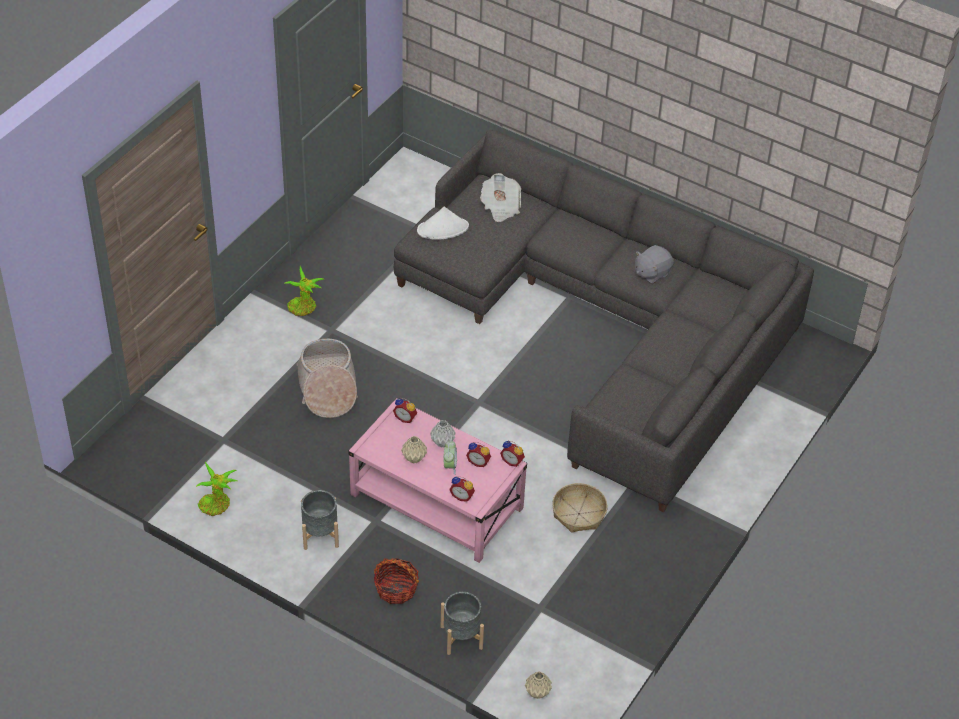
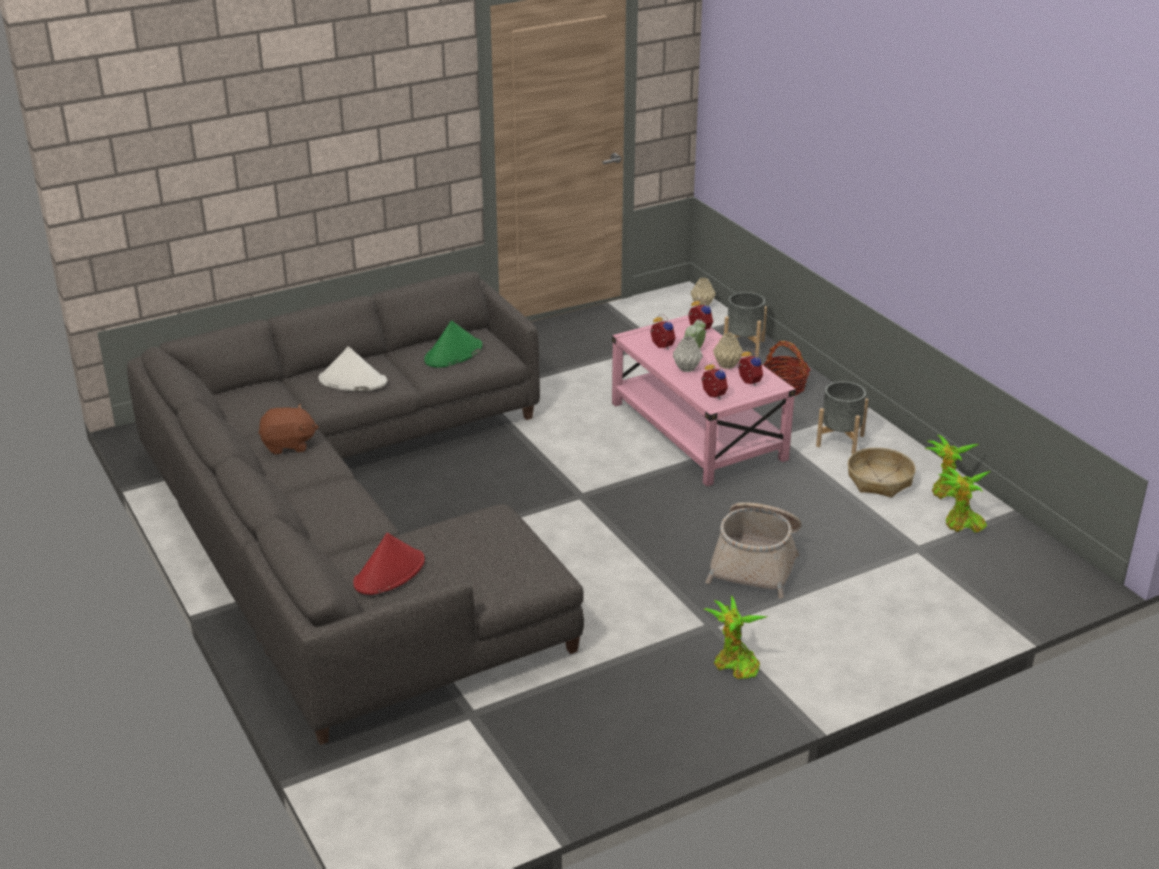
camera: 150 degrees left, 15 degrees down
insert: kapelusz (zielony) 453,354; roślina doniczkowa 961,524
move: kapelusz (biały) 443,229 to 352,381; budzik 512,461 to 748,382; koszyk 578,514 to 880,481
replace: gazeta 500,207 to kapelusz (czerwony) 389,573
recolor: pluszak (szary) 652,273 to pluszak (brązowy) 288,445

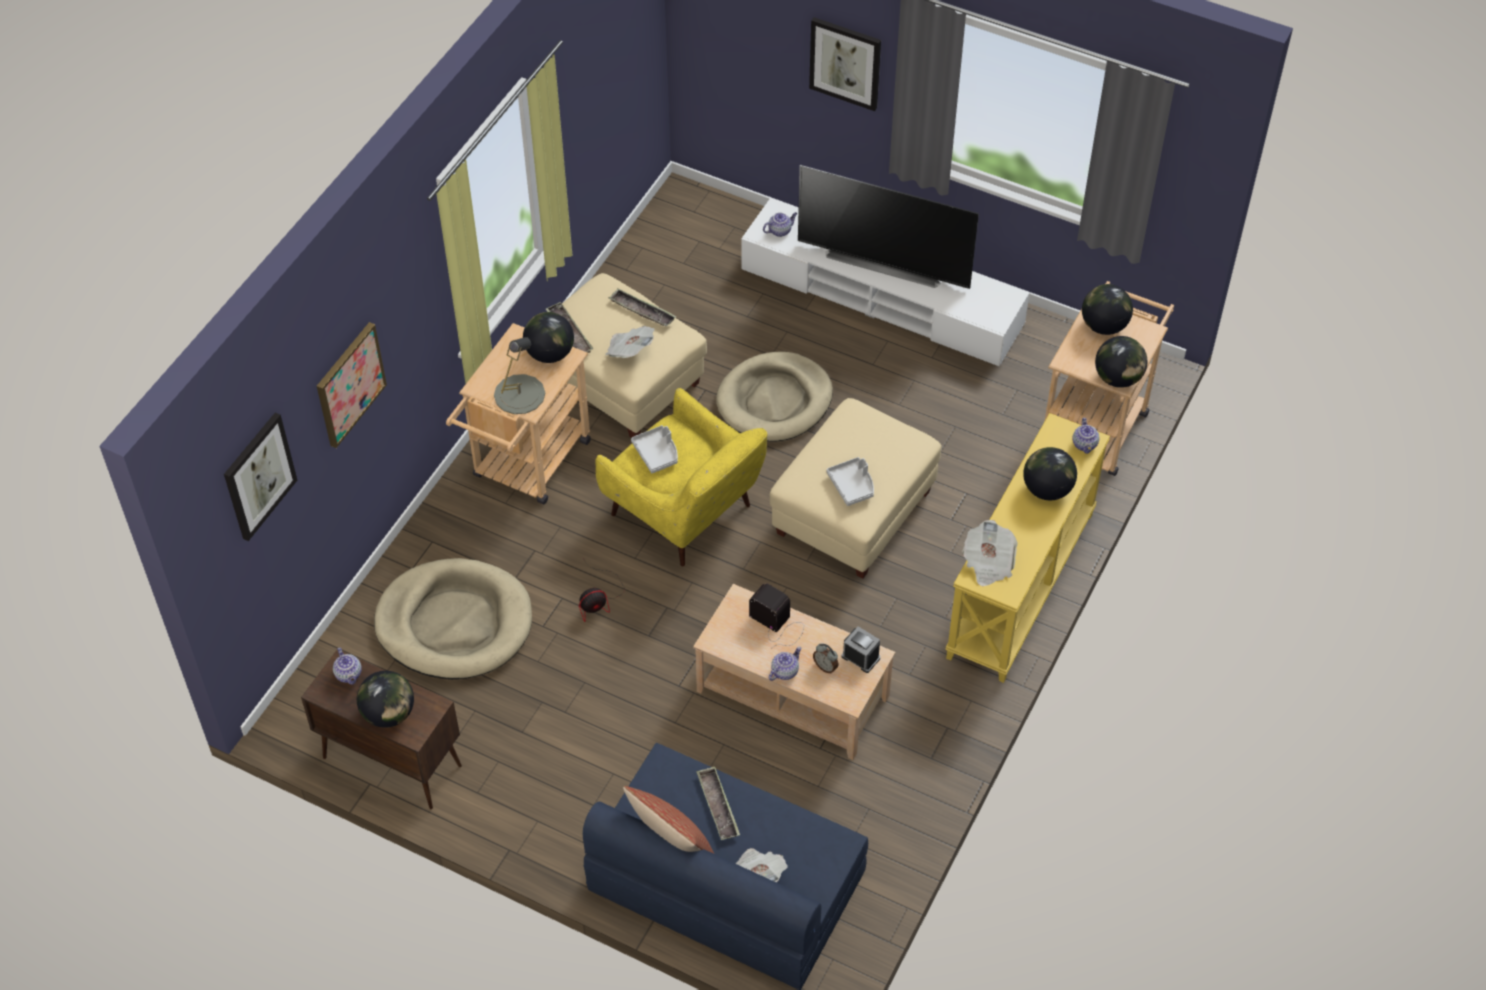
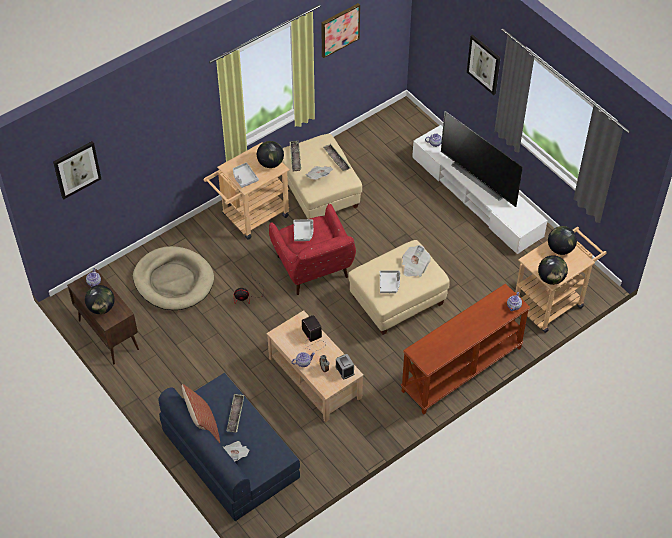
camera: 25 degrees right, 0 degrees up
delete: legowisko (beżowy) 774,401; globus 1047,489
move: obraz 349,384 to 339,29; gazeta 988,563 to 414,266
replace: lampa stołowa (szary) 519,394 to taca (szary) 244,178
recolor: fotel (żółty) 686,515 to fotel (czerwony) 313,270; stolik konsolowy (żółty) 1022,586 to stolik konsolowy (brązowy) 462,370

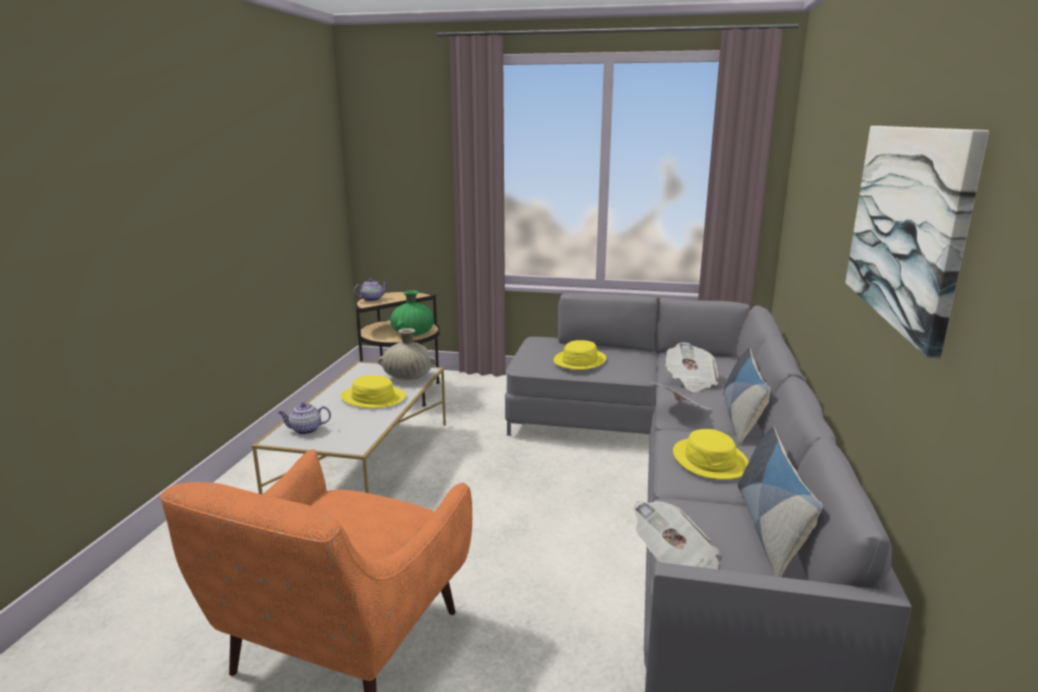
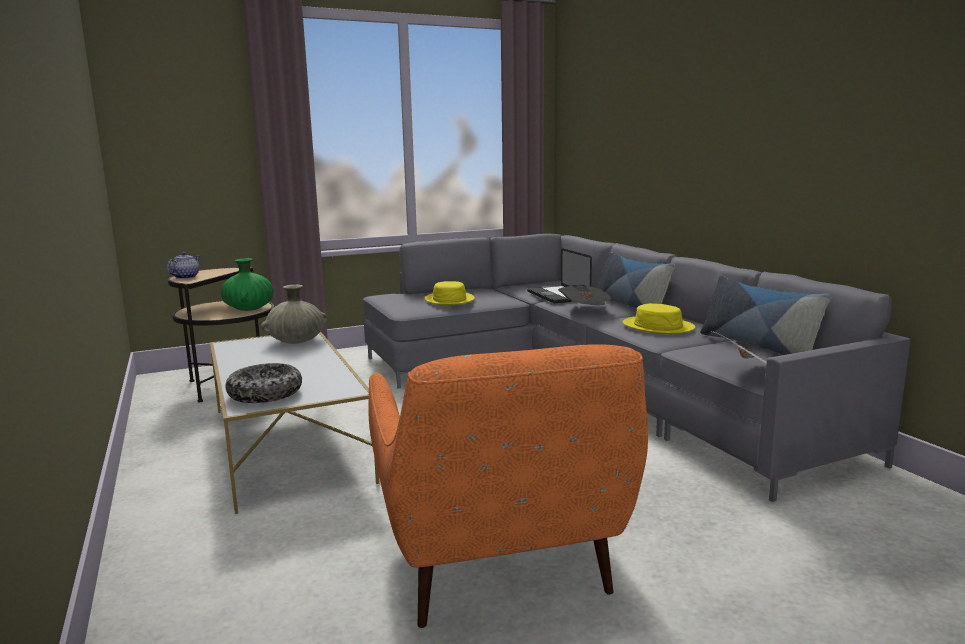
camera: 35 degrees left, 5 degrees down
delete: kapelusz (żółty) 373,398; obraz 906,225
replace: imbryk 305,430 to miska 265,394; gazeta 690,381 to laptop 558,296

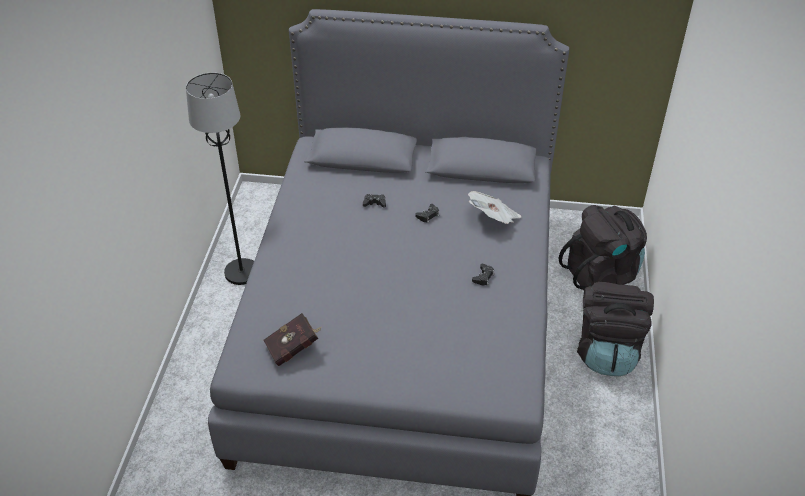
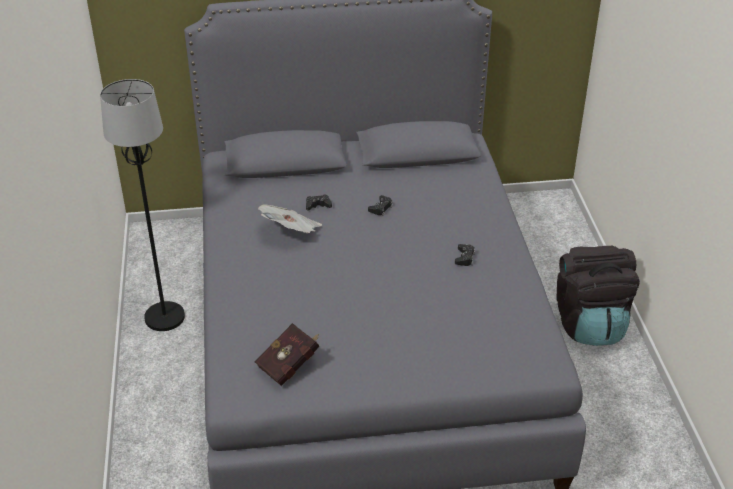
camera: 15 degrees left, 5 degrees down
delete: plecak (czarny) 601,273
move: gazeta 493,218 to 291,231

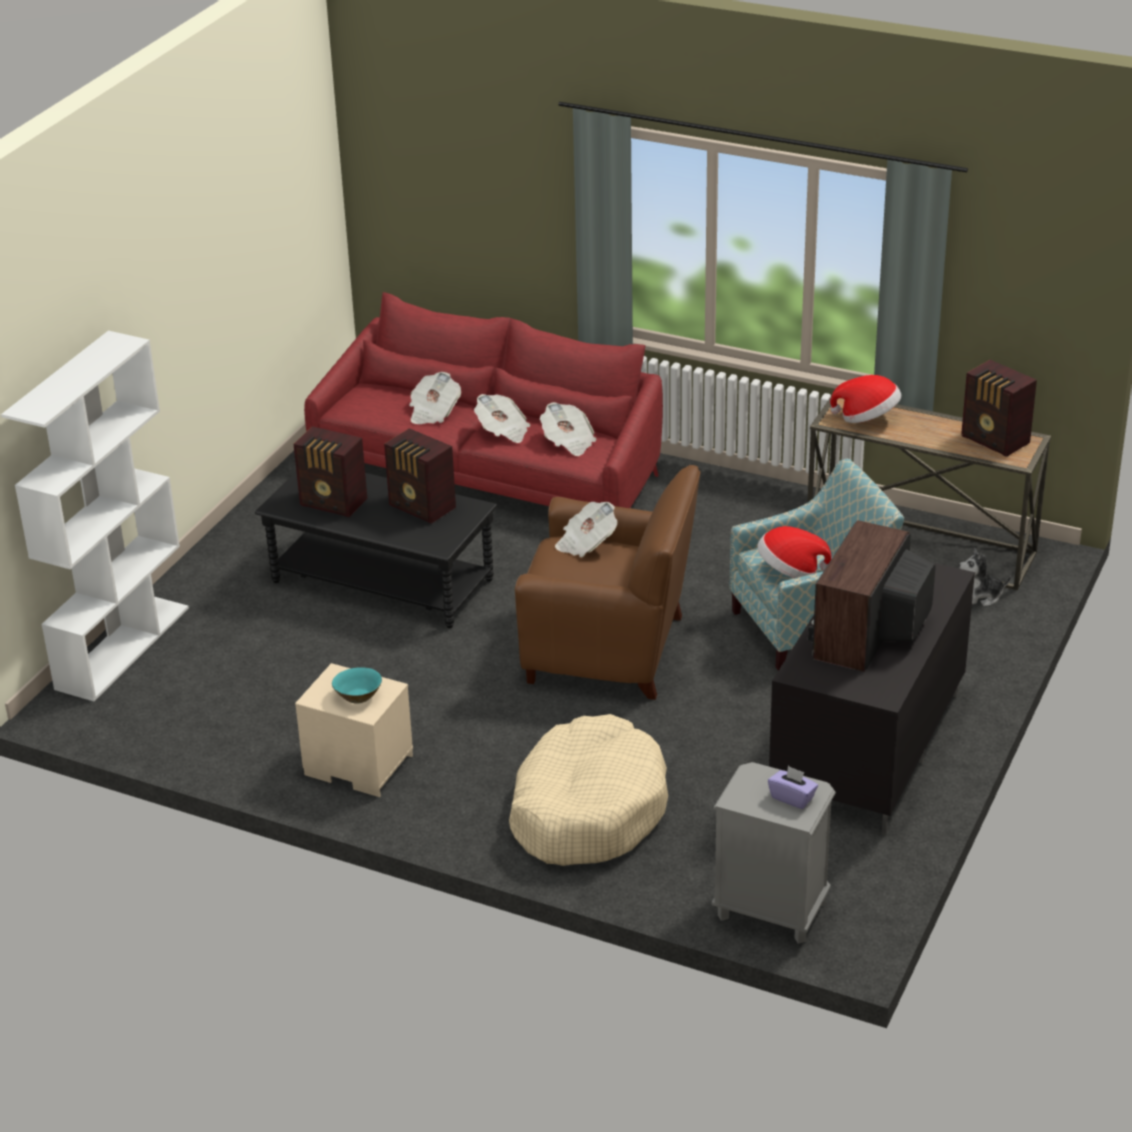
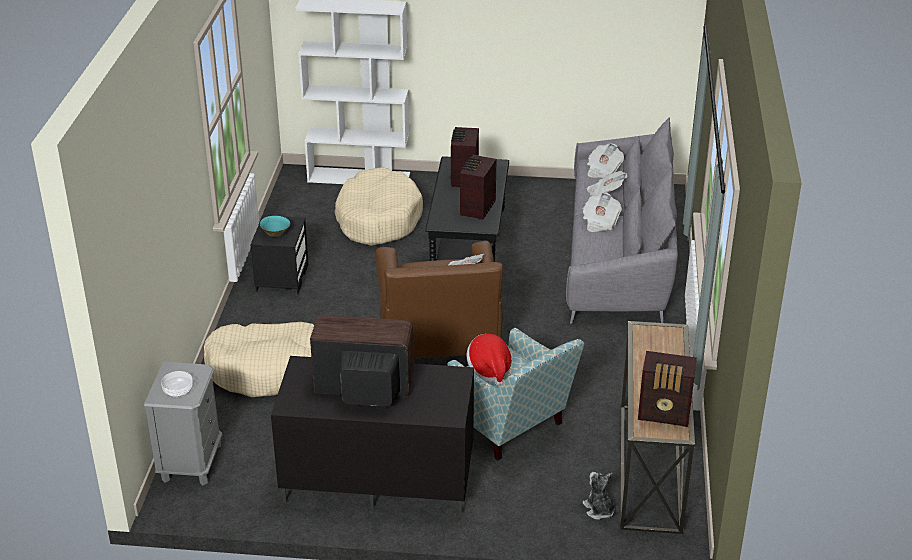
camera: 70 degrees right, 0 degrees up
delete: kapelusz 867,418
insert: legowisko (beżowy) 378,219
move: gazeta 568,442 to 603,170
replace: pudełko chusteczek (fioletowy) 792,798 to miska 178,390
recolor: szafka nocna (beżowy) 357,766 to szafka nocna (czarny) 281,277; kanapa (czerwony) 490,471 to kanapa (szary) 619,254
rotate: radio 995,441 = 665,414 105 degrees counterclockwise

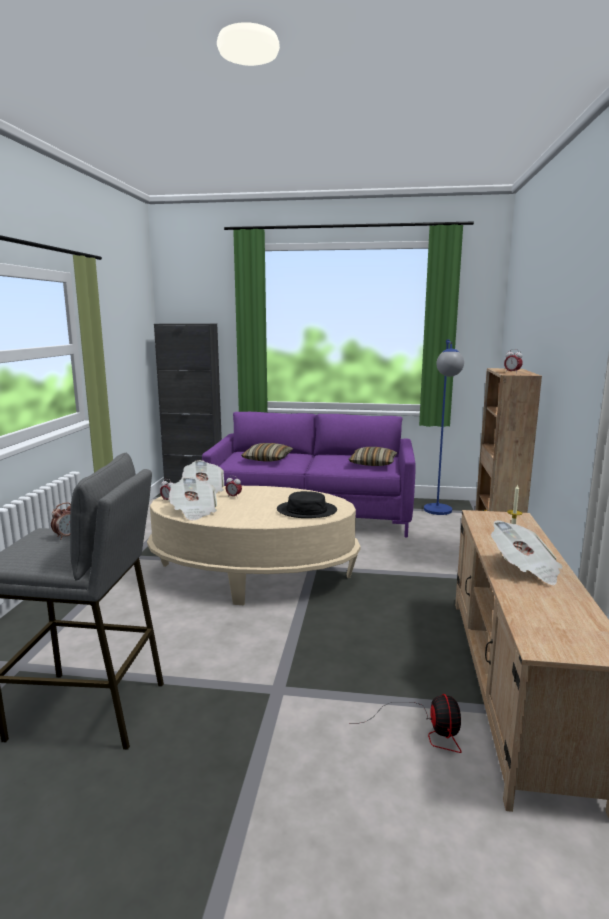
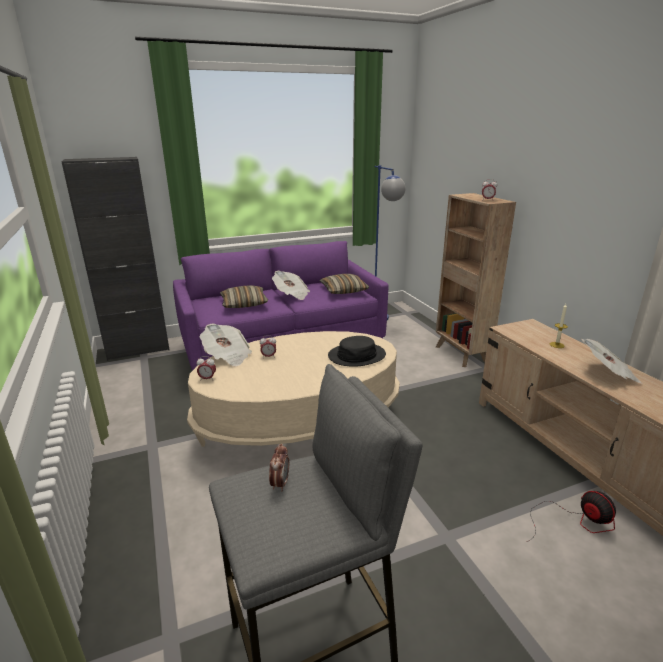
camera: 30 degrees left, 10 degrees up
move: gazeta 194,511 to 291,294

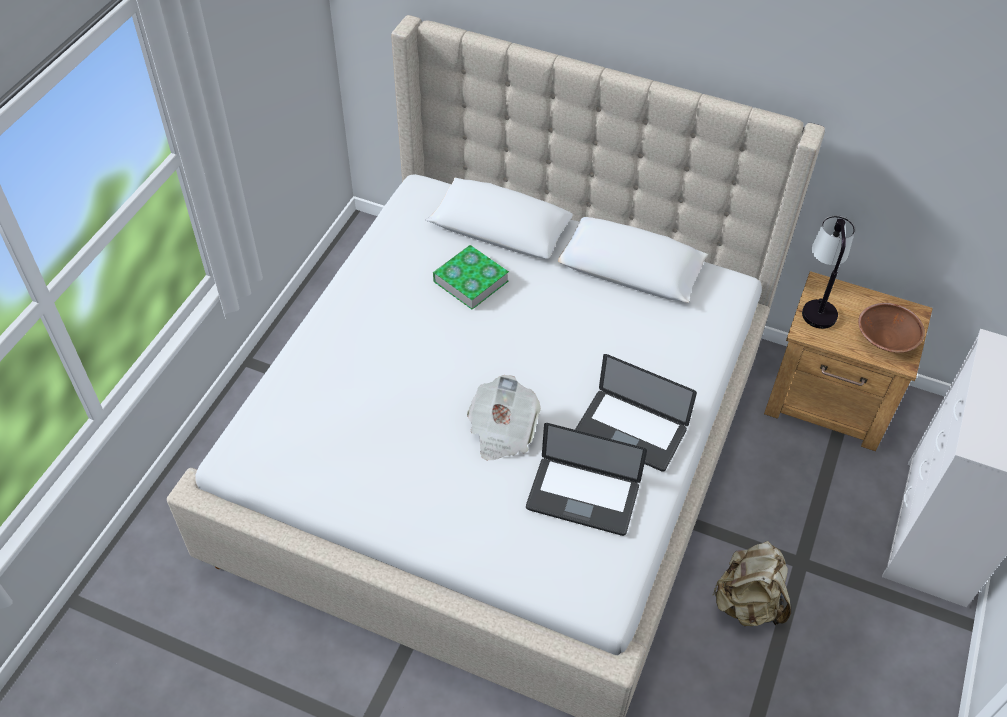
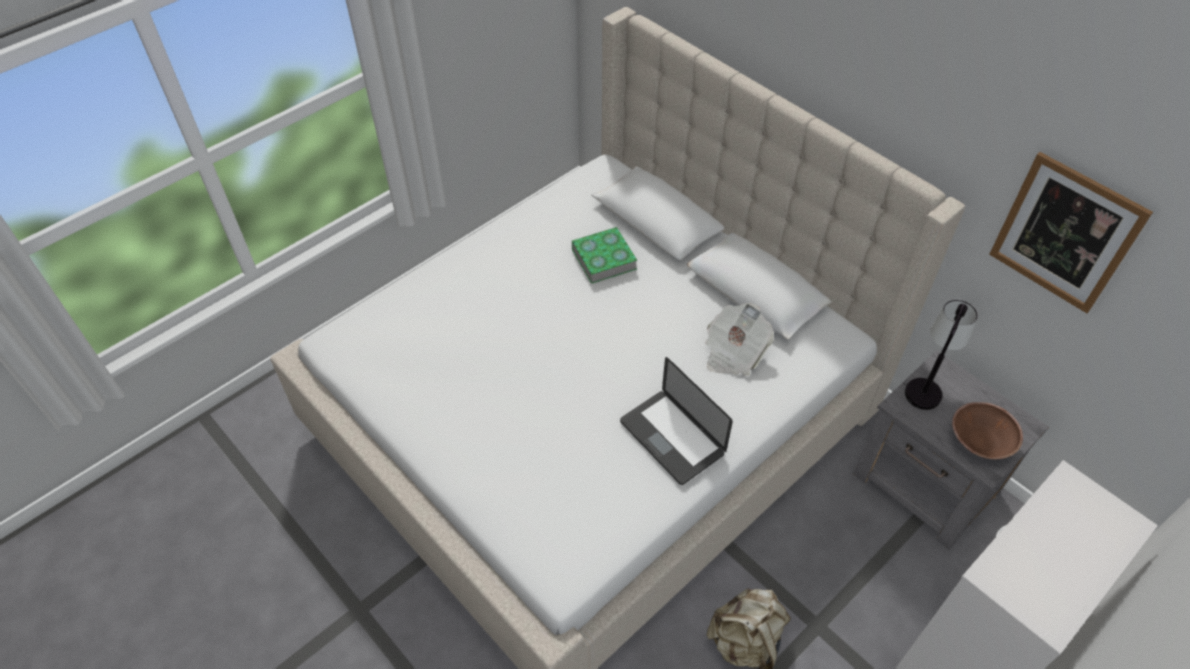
camera: 25 degrees right, 0 degrees up
delete: laptop 582,497
insert: obraz 1065,233
move: gazeta 502,431 to 733,352
recolor: szafka nocna (brązowy) 830,401 to szafka nocna (szary) 926,485

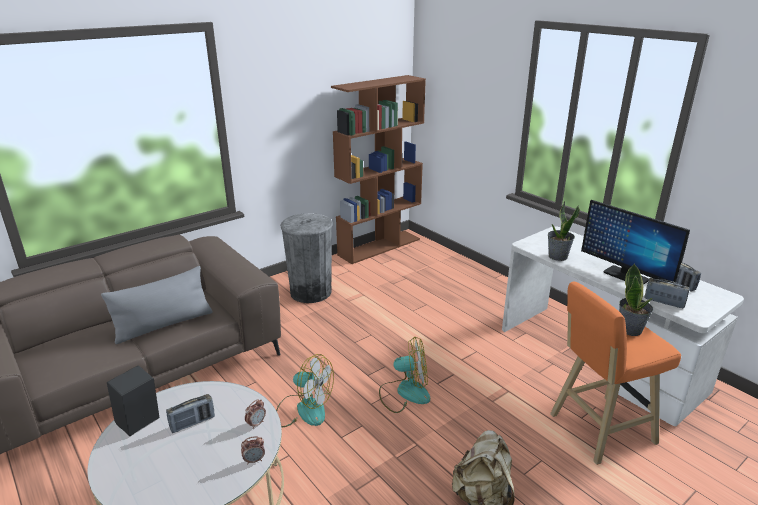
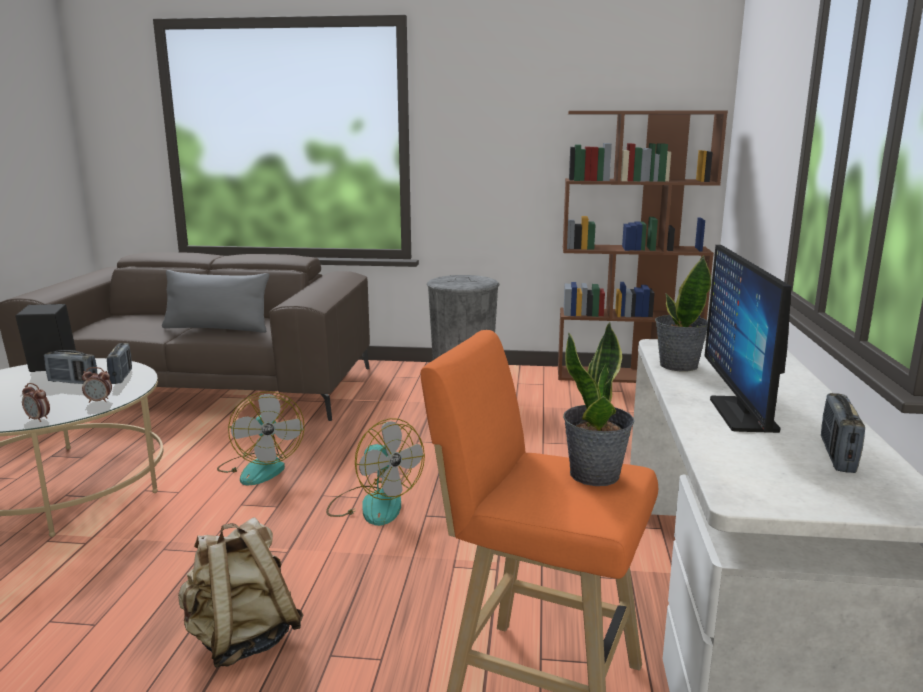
camera: 45 degrees right, 10 degrees down
move: radio 664,302 to 121,377

